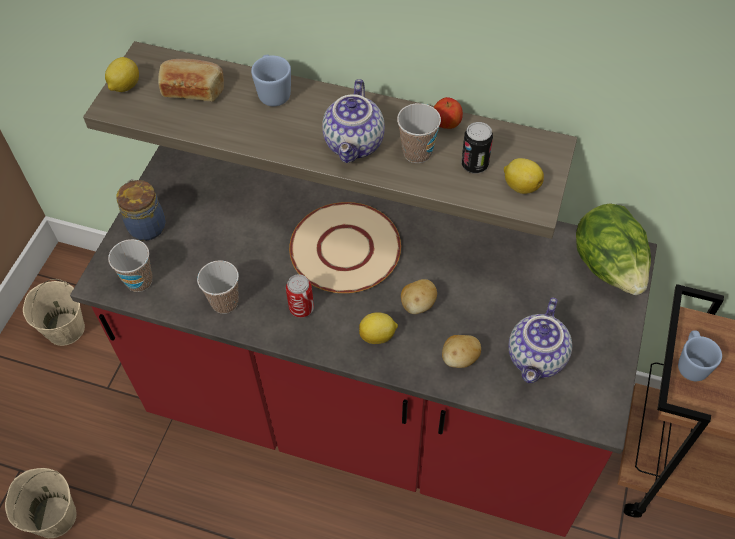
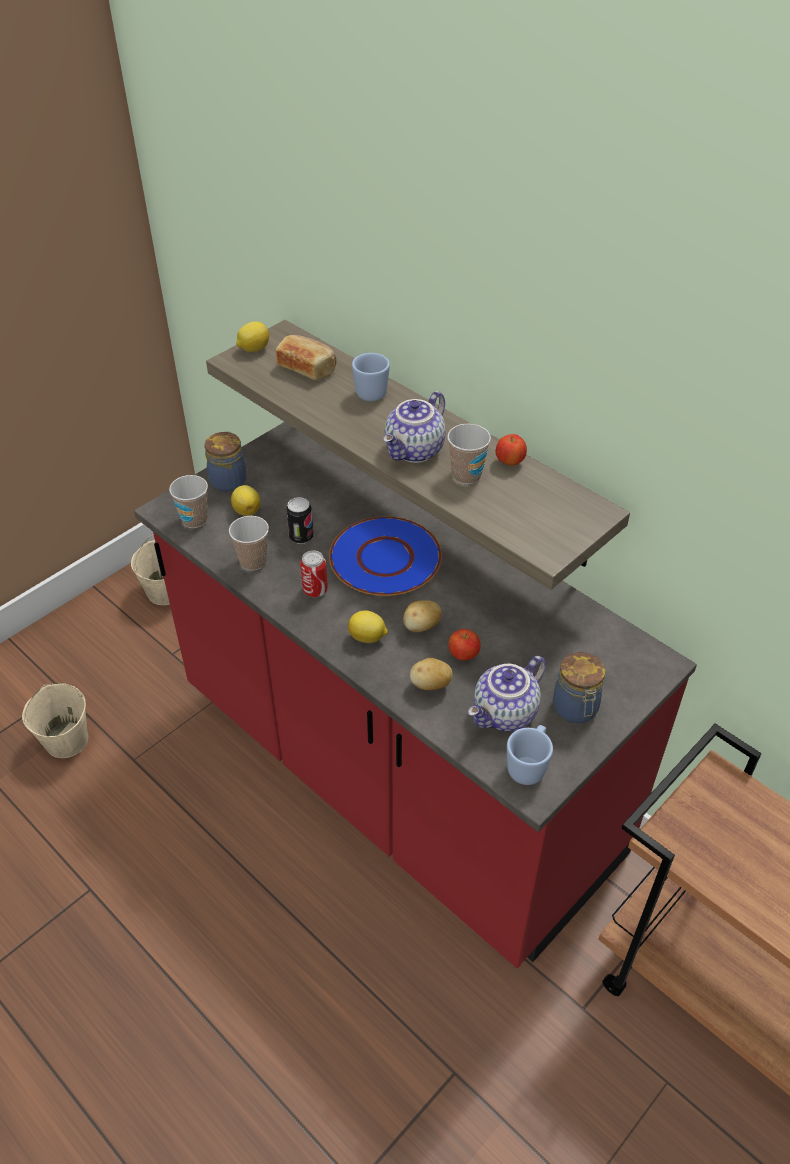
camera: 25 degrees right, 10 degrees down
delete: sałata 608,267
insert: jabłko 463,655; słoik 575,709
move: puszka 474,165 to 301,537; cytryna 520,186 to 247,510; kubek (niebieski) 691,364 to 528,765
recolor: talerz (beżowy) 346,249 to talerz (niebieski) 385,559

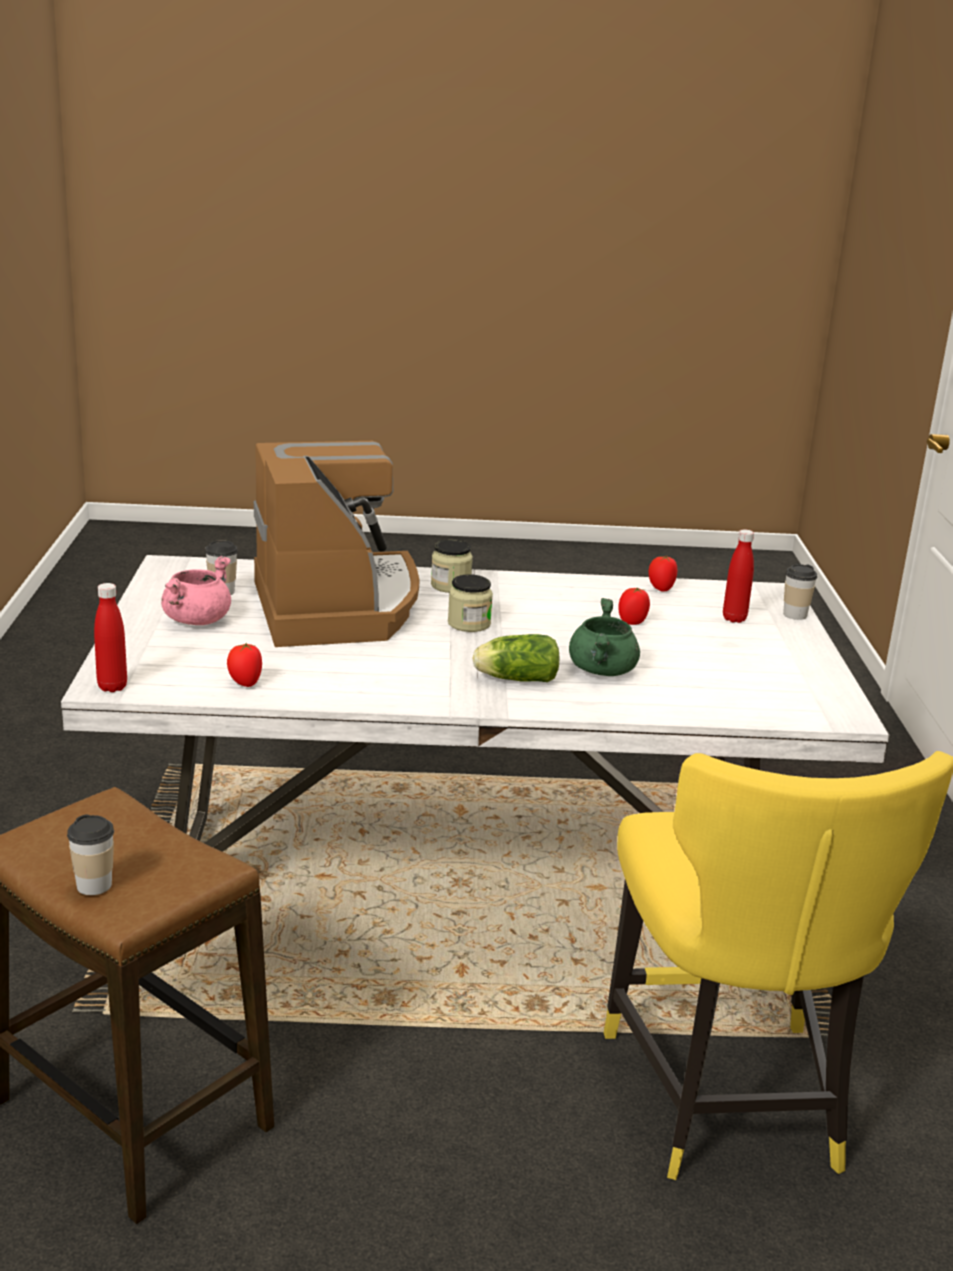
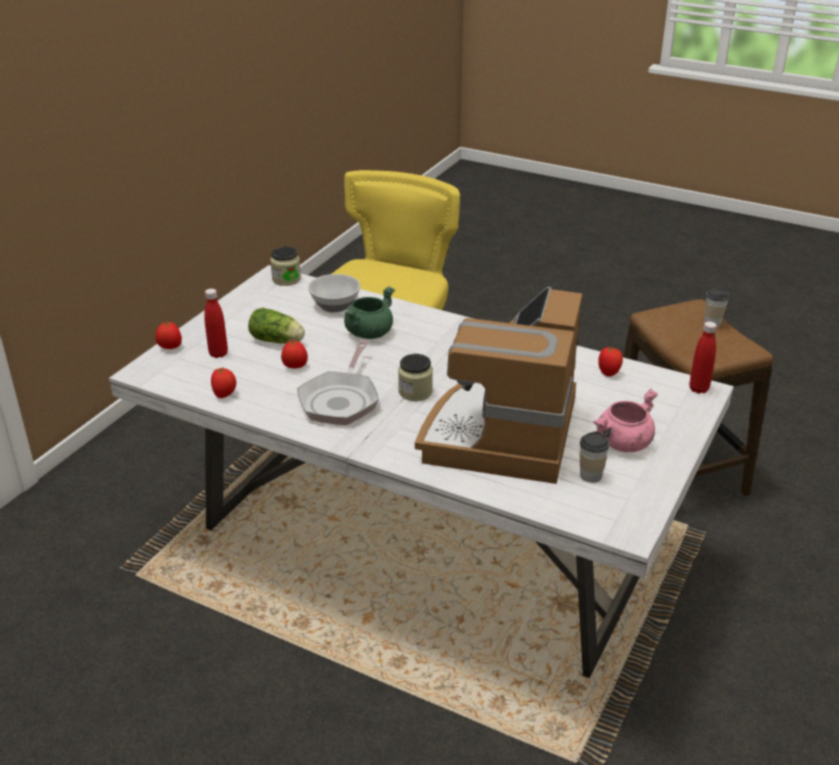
camera: 150 degrees left, 10 degrees up
insert: patelnia 341,400; miska 334,305
move: słoik 450,586 to 286,279; sałata 514,679 to 278,341
replace: filiżanka 795,615 to pomidor 170,347

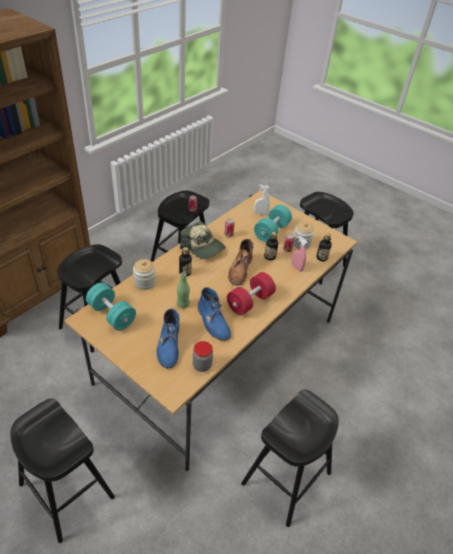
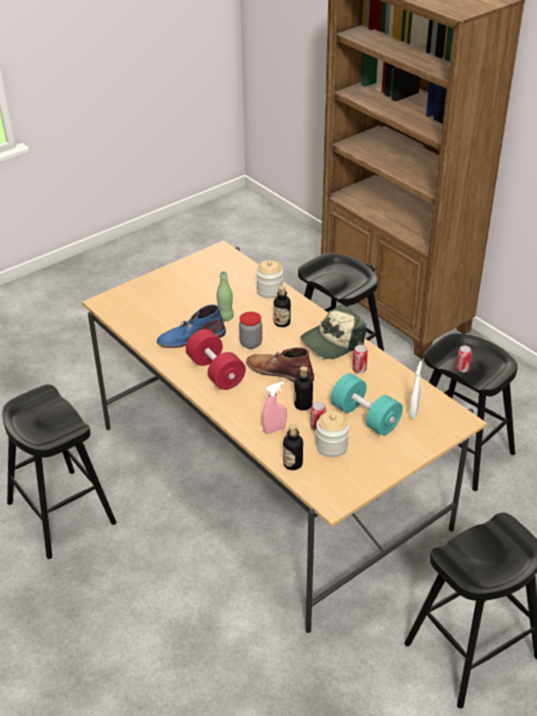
camera: 105 degrees right, 5 degrees down
delete: stołek (czarny) 67,491; hantel (turkusowy) 112,314; but z cholewką (niebieski) 169,345
move: słoik 202,365 to 251,343

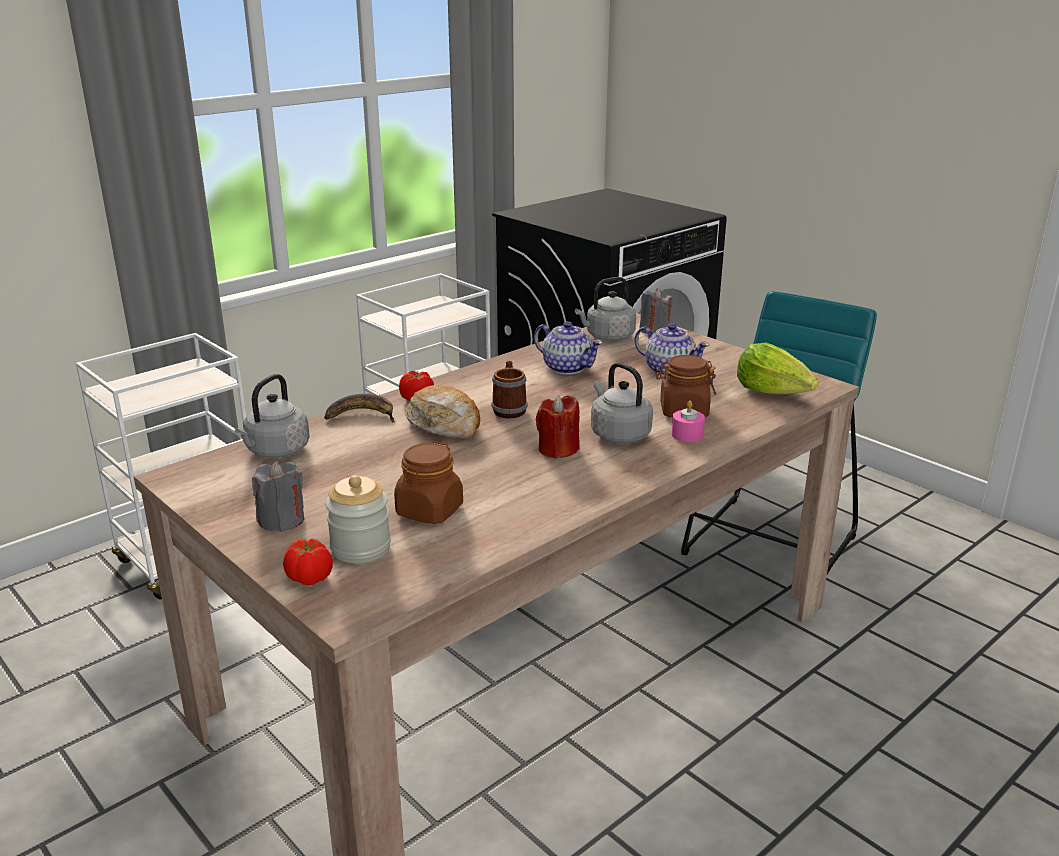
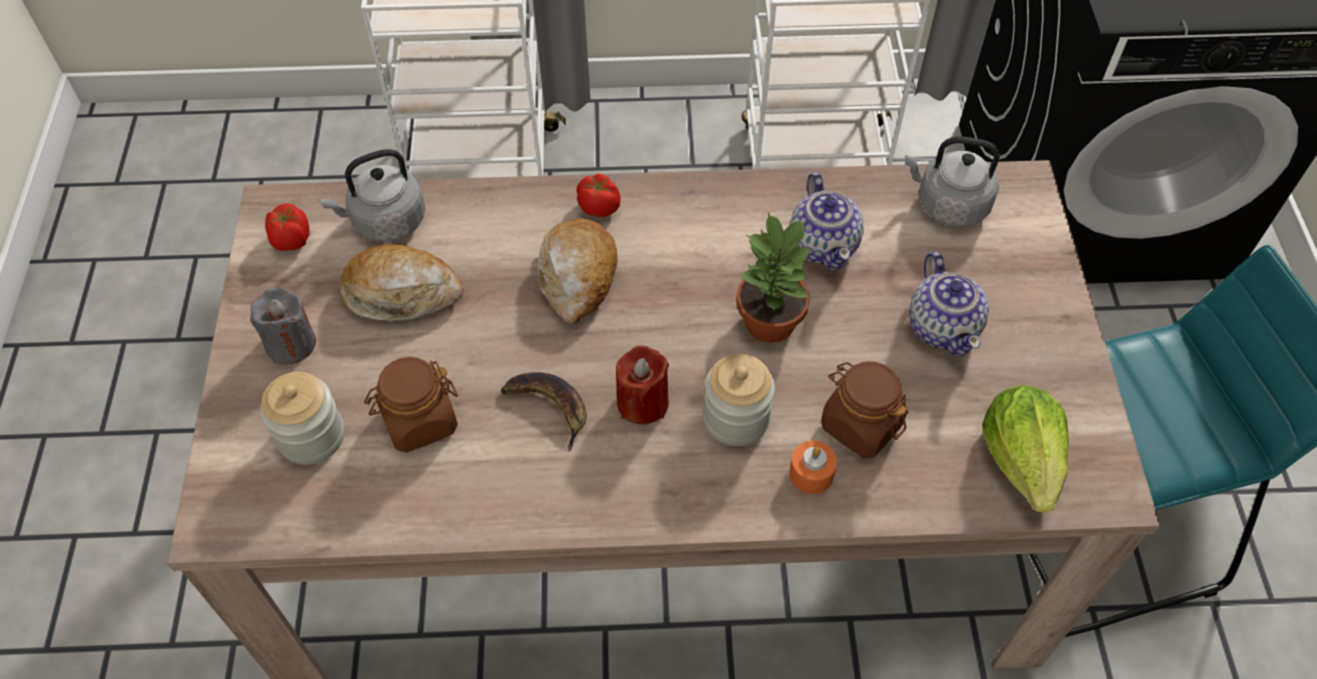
camera: 40 degrees right, 30 degrees up
delete: kubek 509,409; świeca (szary) 654,330
insert: chleb 402,293; roślina doniczkowa 770,321
move: pomidor 309,579 to 291,240; banan 361,415 to 549,407
replace: czajnik (szary) 618,434 to słoik 736,418
recolor: świeca (różowy) 687,435 to świeca (pomarańczowy) 811,474

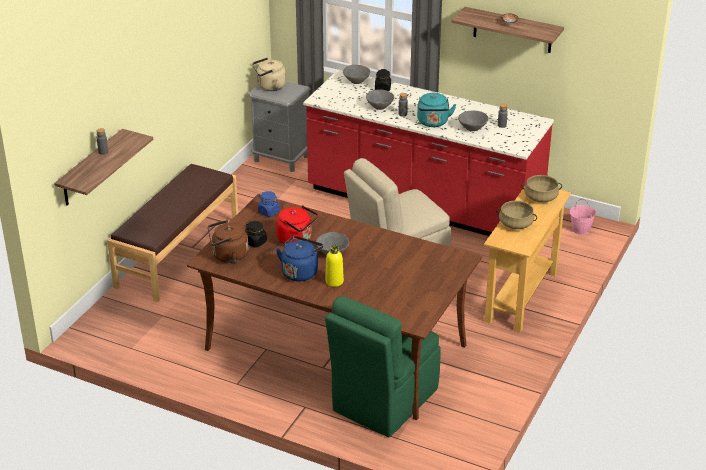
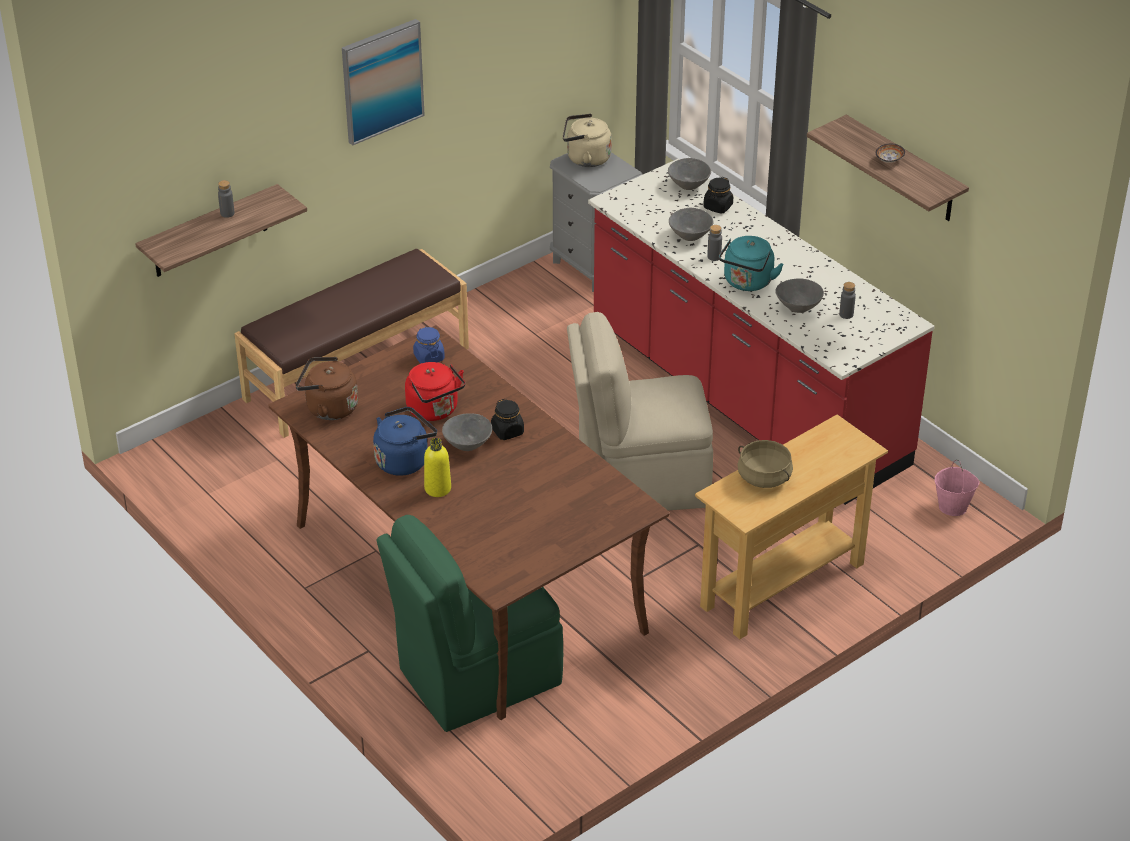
camera: 25 degrees right, 5 degrees up
delete: garnek (beżowy) 540,197
insert: obraz 382,81
move: słoik (czarny) 255,242 to 507,431

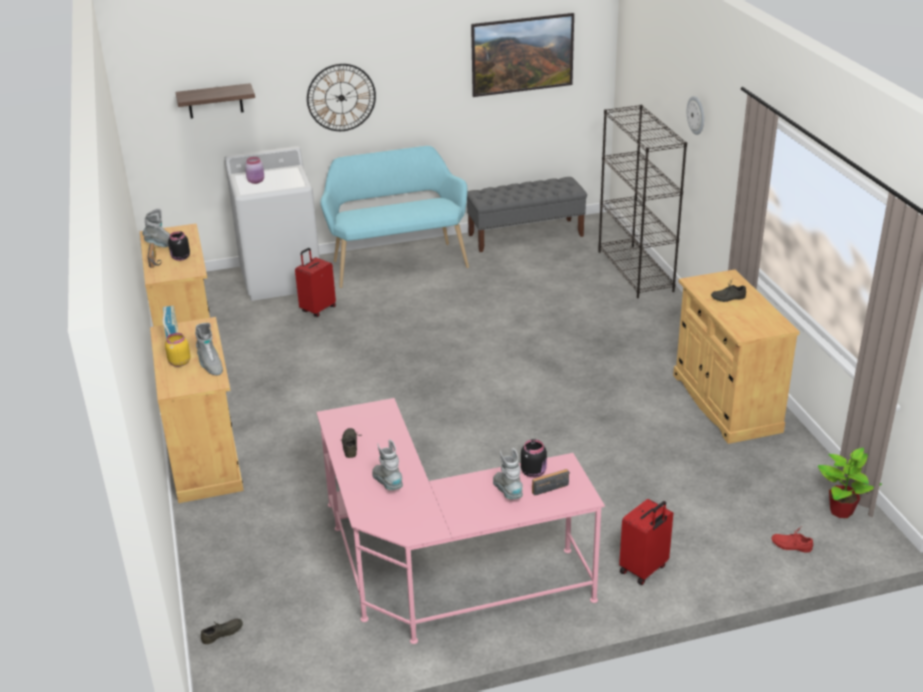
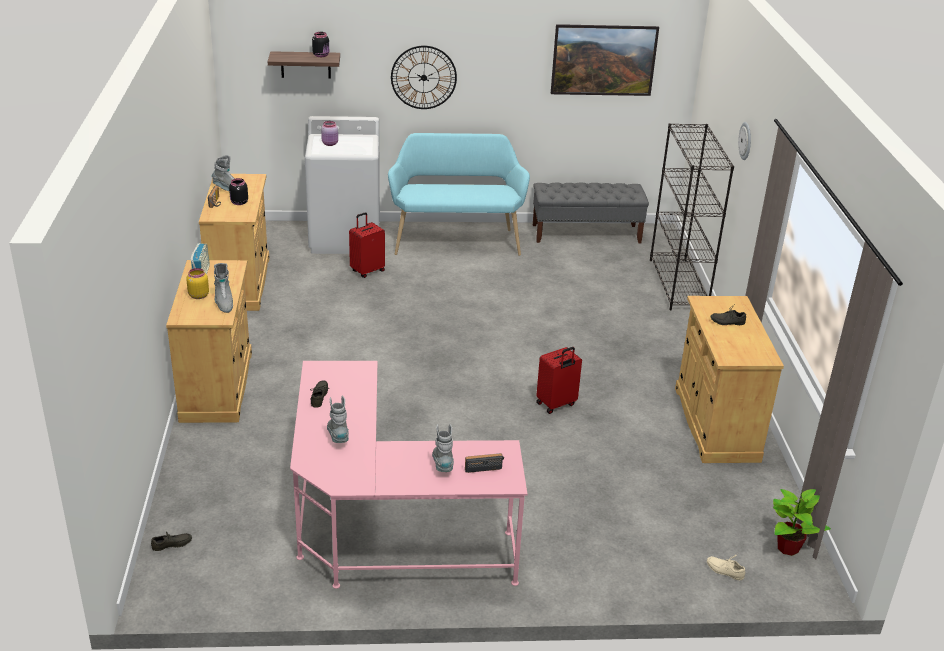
camera: 10 degrees right, 0 degrees up
move: słoik (czarny) 534,472 to 321,55; walizka (czerwony) 644,569 to 556,404
recolor: but (czerwony) 791,545 to but (beżowy) 725,570

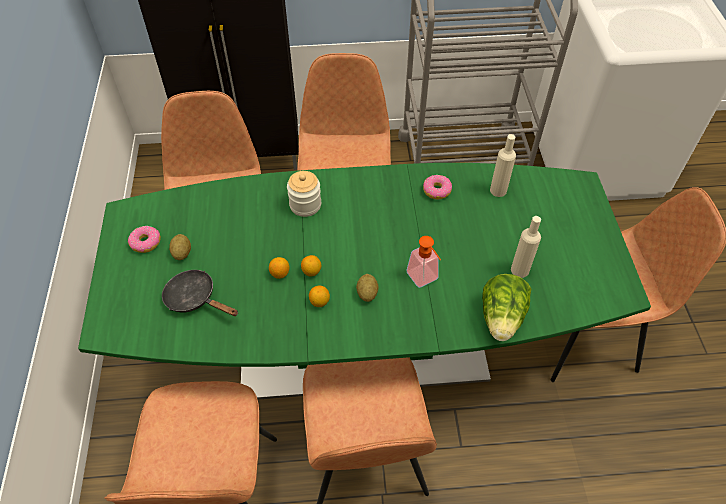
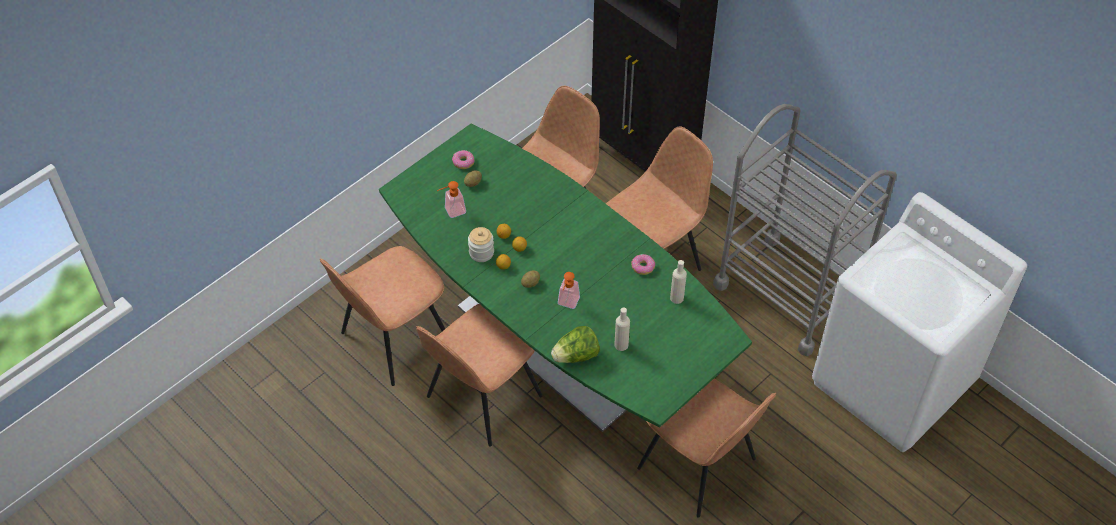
camera: 50 degrees right, 0 degrees up
move: słoik 305,205 to 481,252
replace: patelnia (czarny) 195,298 to dozownik mydła 451,211

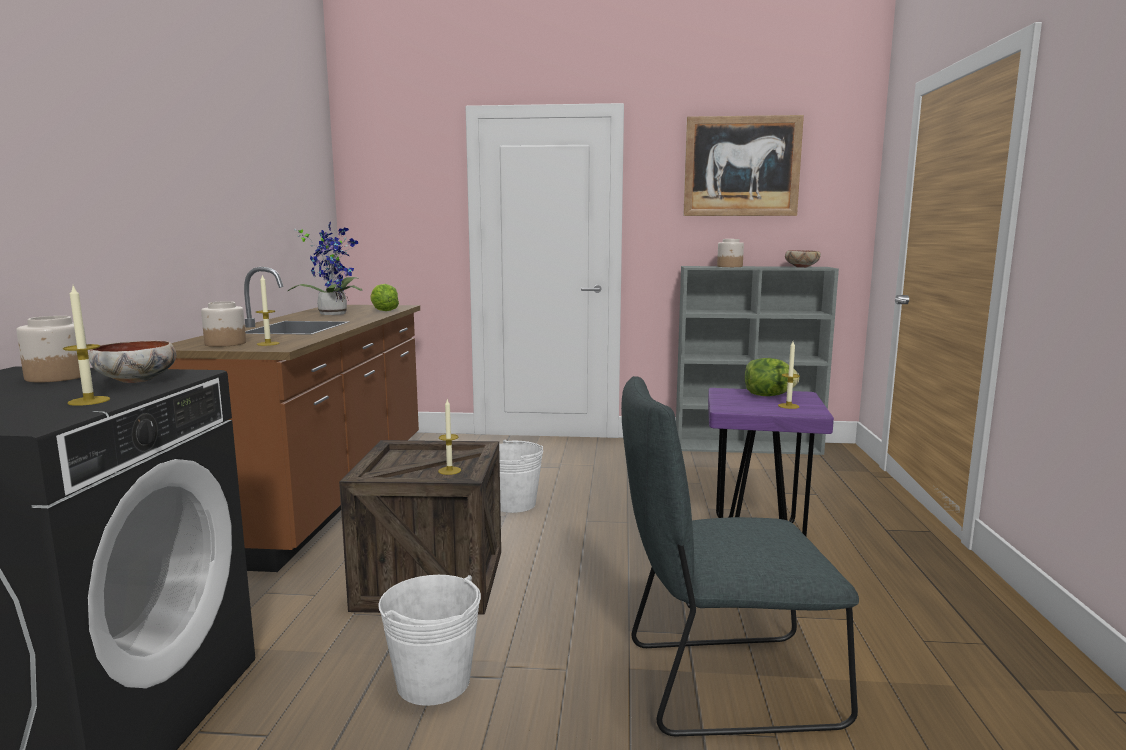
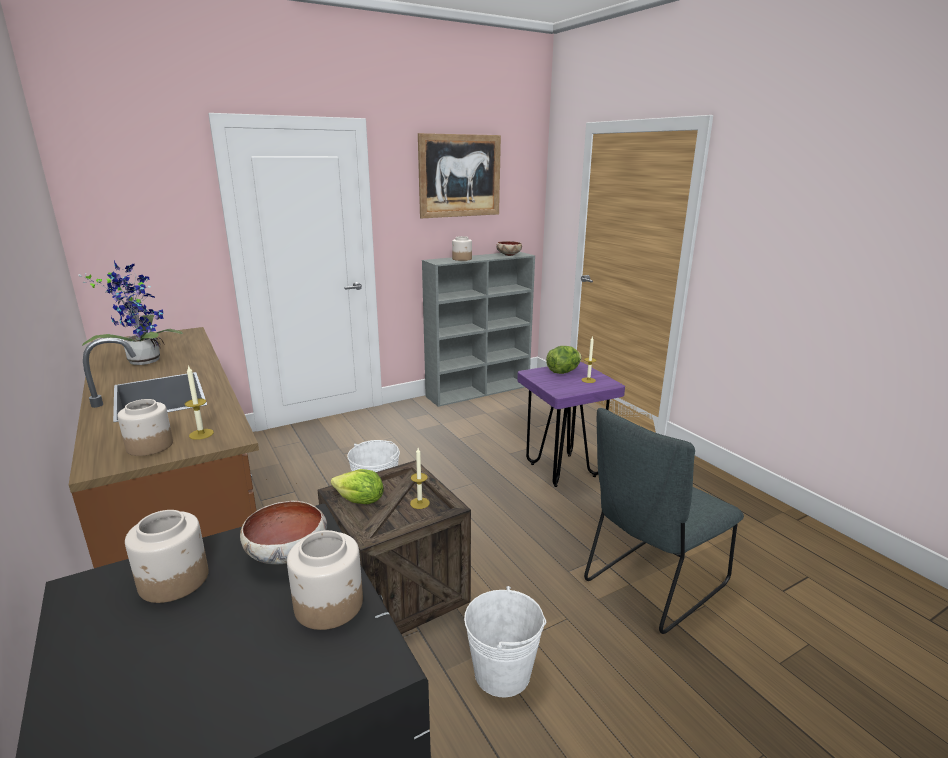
camera: 35 degrees left, 10 degrees up
move: sałata 383,311 to 360,501
replace: świeca 89,401 to słoik 330,604

